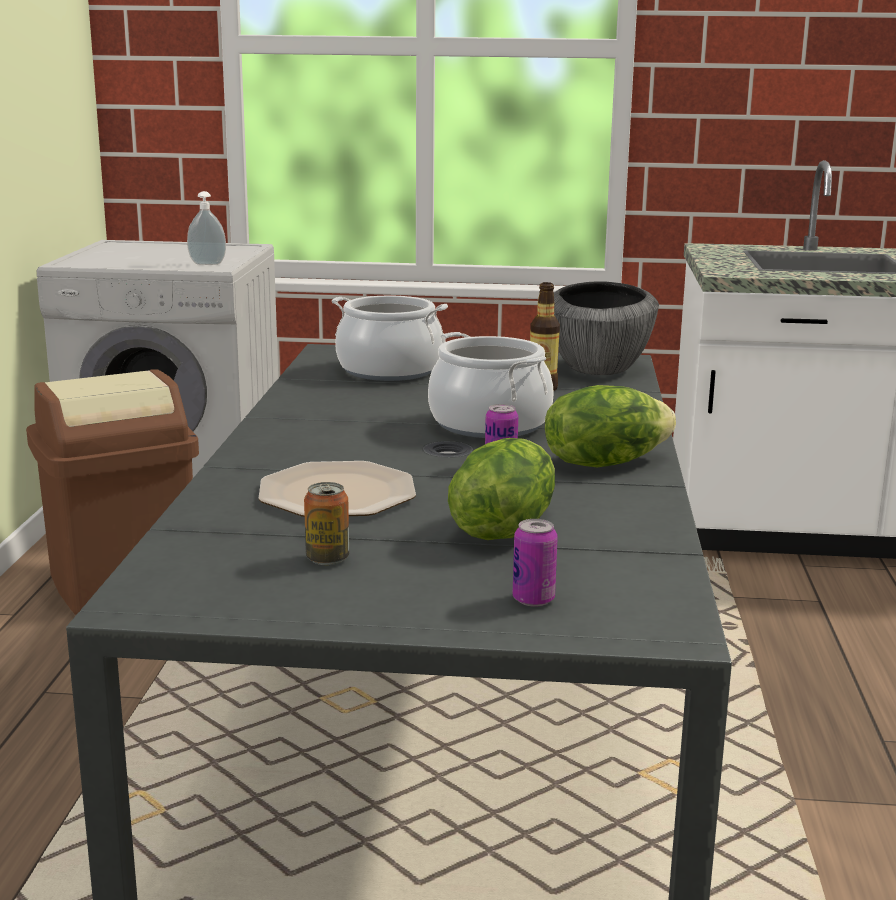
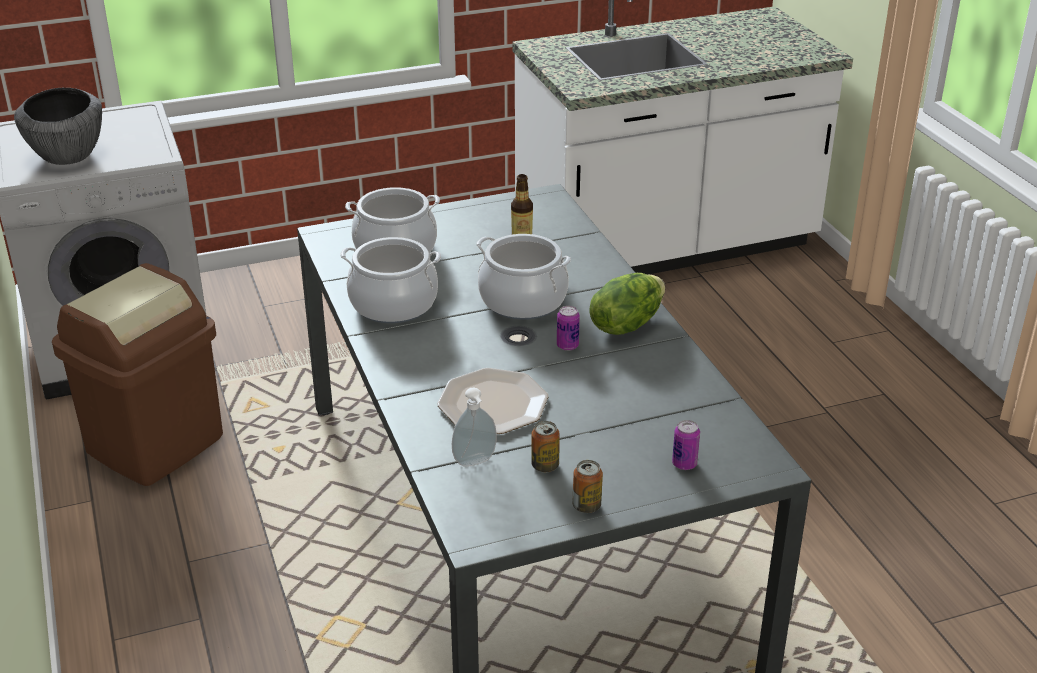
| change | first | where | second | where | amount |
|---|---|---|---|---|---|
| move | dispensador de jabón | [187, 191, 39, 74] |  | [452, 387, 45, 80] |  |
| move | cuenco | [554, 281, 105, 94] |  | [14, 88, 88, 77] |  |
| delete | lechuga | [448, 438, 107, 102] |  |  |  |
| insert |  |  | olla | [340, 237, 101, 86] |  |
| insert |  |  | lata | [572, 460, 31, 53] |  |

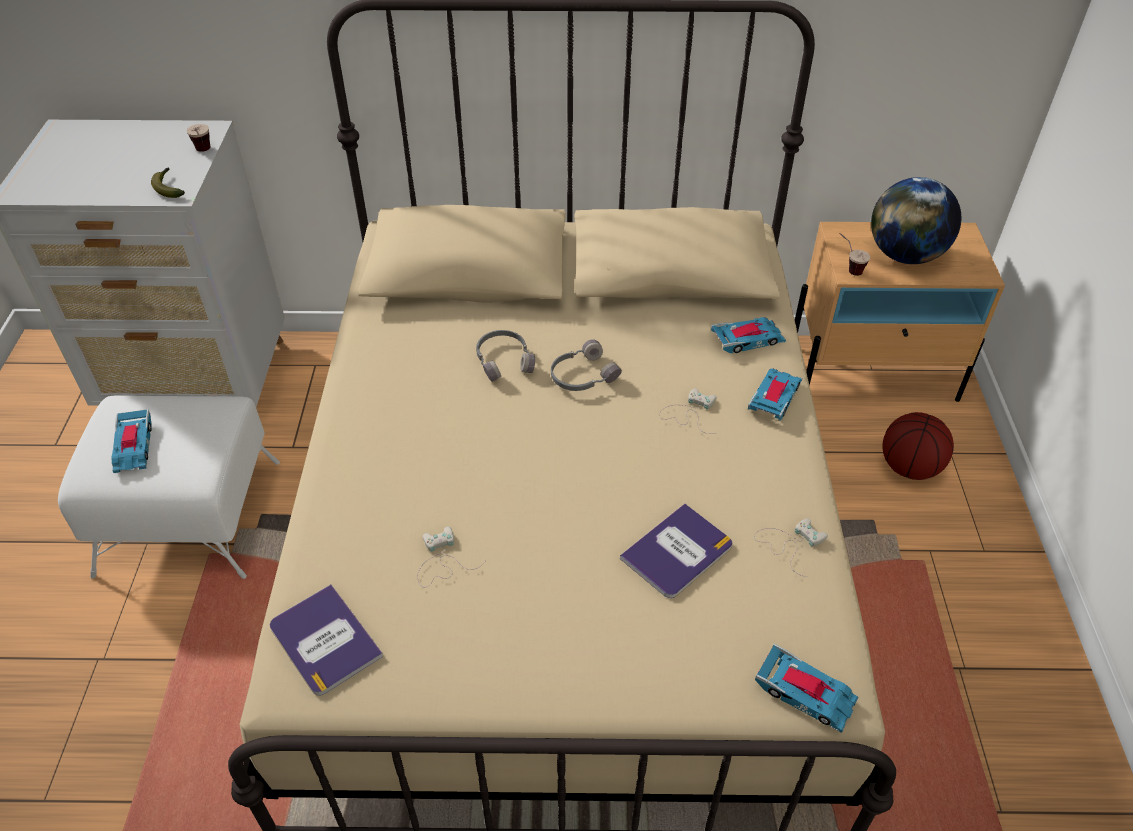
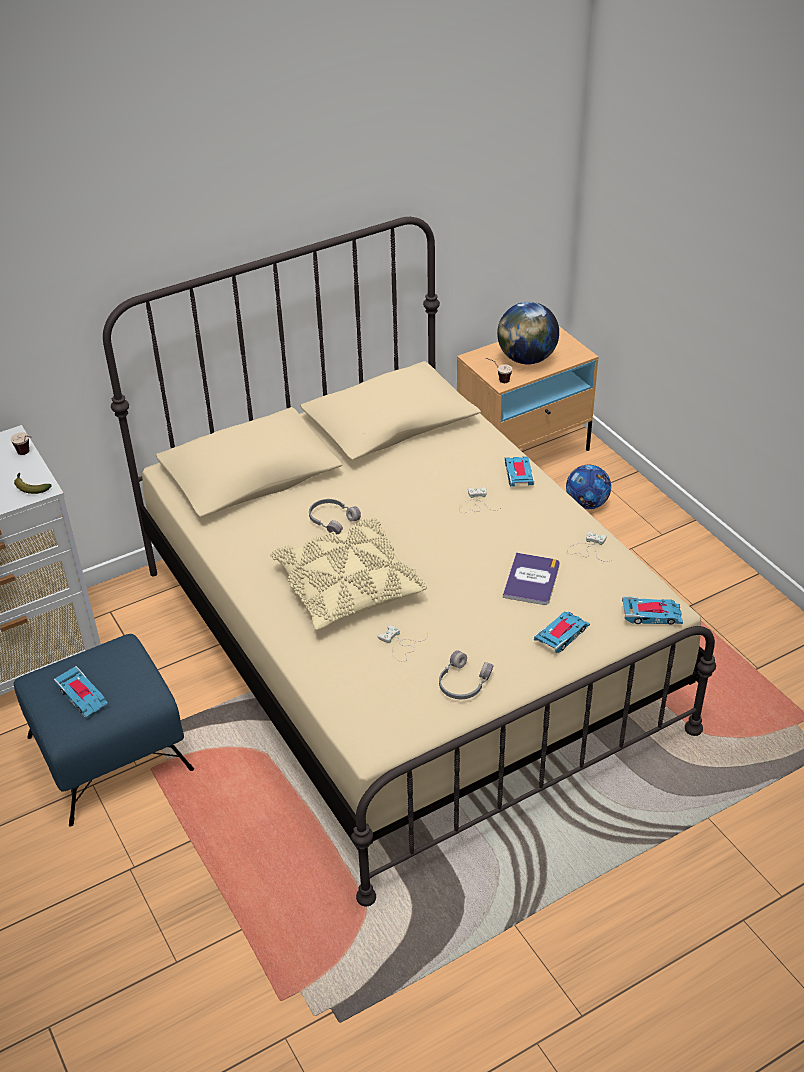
| change | first | where | second | where | amount |
|---|---|---|---|---|---|
| move | coche de juguete | [711, 317, 75, 36] |  | [534, 612, 56, 41] |  |
| move | auriculares/gris | [551, 339, 71, 52] |  | [439, 650, 55, 49] |  |
| recolor | puf/blanco | [58, 395, 222, 184] | puf/azul | [14, 634, 180, 193] |  |
| replace | balón de baloncesto | [882, 412, 72, 68] | balón de fútbol | [566, 465, 45, 44] |  |
| delete | libro | [270, 584, 113, 112] |  |  |  |
| insert |  |  | cojín/beis | [270, 517, 157, 113] |  |

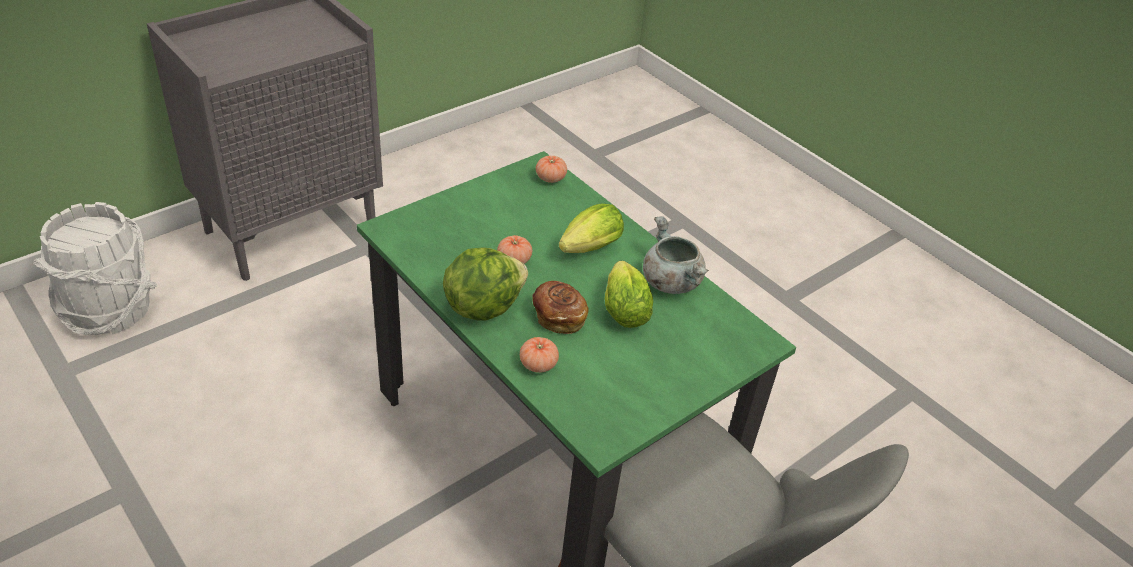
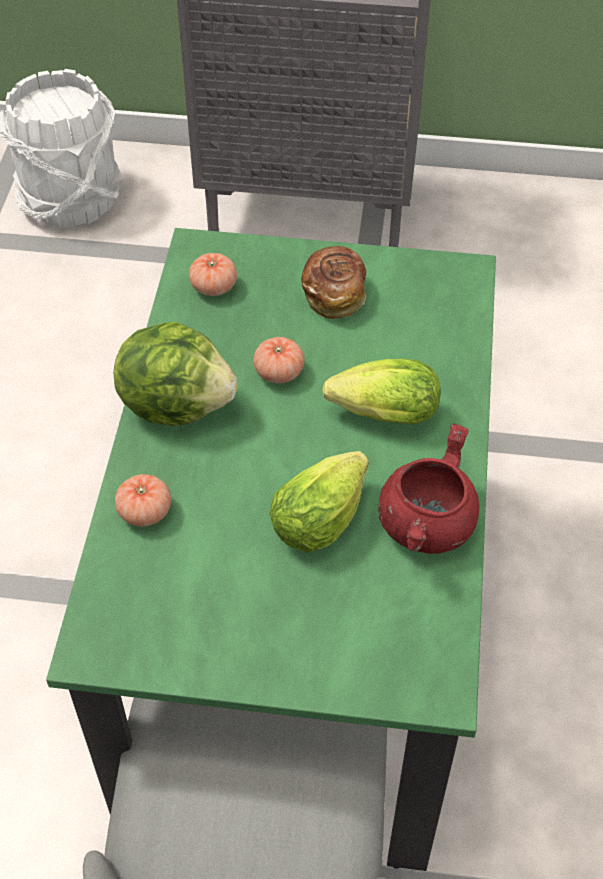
| change | first | where | second | where | amount |
|---|---|---|---|---|---|
| move | tomate | [536, 156, 31, 27] |  | [189, 253, 48, 43] |  |
| recolor | olla/gris | [643, 216, 66, 78] | olla/rojo | [378, 423, 101, 131] |  |
| move | pan | [532, 281, 57, 53] |  | [301, 246, 65, 73] |  |

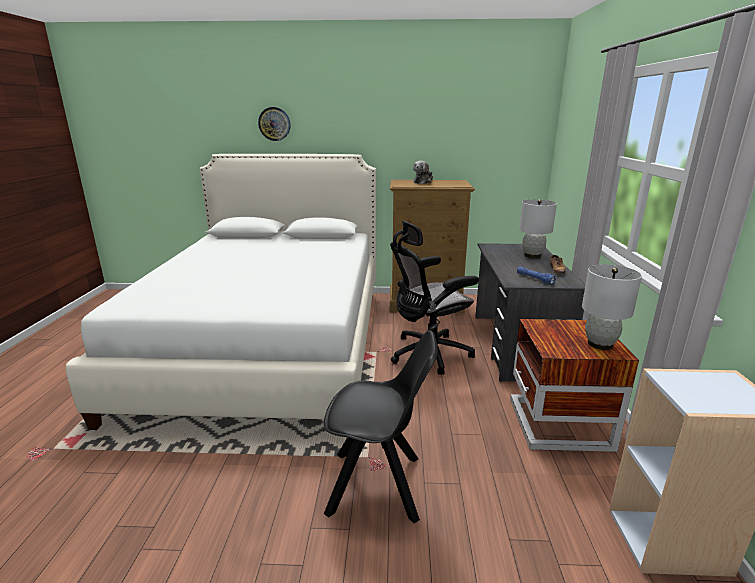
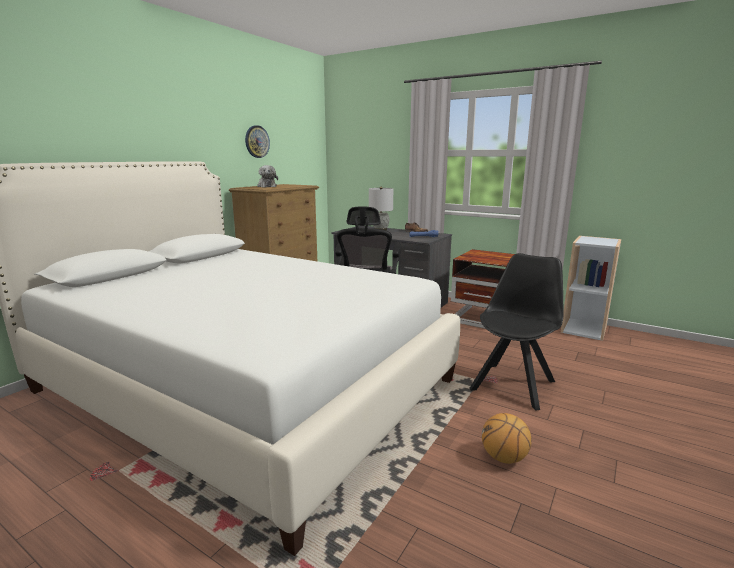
| change | first | where | second | where | amount |
|---|---|---|---|---|---|
| move | reloj de pared | [258, 107, 32, 34] |  | [245, 125, 25, 33] |  |
| delete | lámpara de mesa/blanco | [582, 264, 60, 86] |  |  |  |
| insert |  |  | balón de baloncesto | [482, 413, 50, 51] |  |

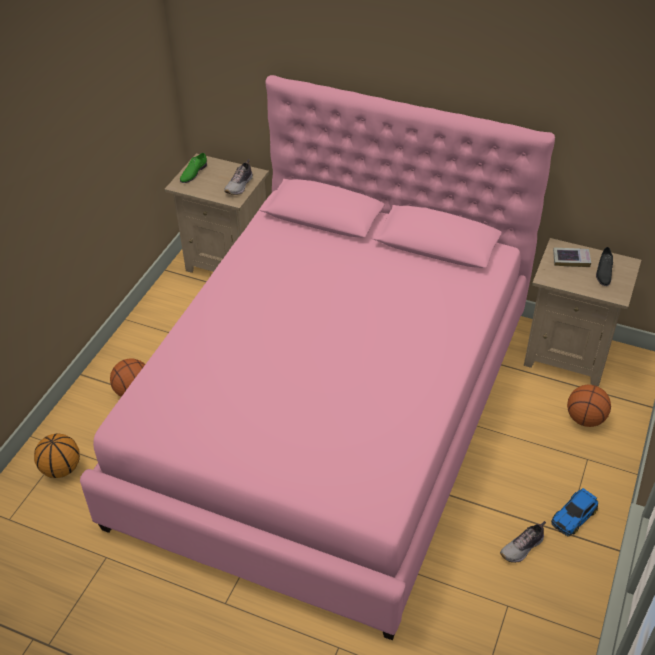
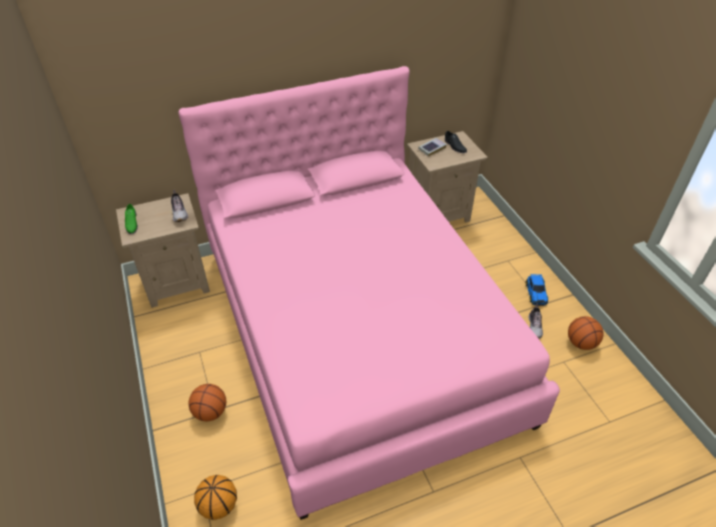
| change | first | where | second | where | amount |
|---|---|---|---|---|---|
| move | balón de baloncesto | [567, 385, 44, 42] |  | [568, 316, 36, 34] |  |

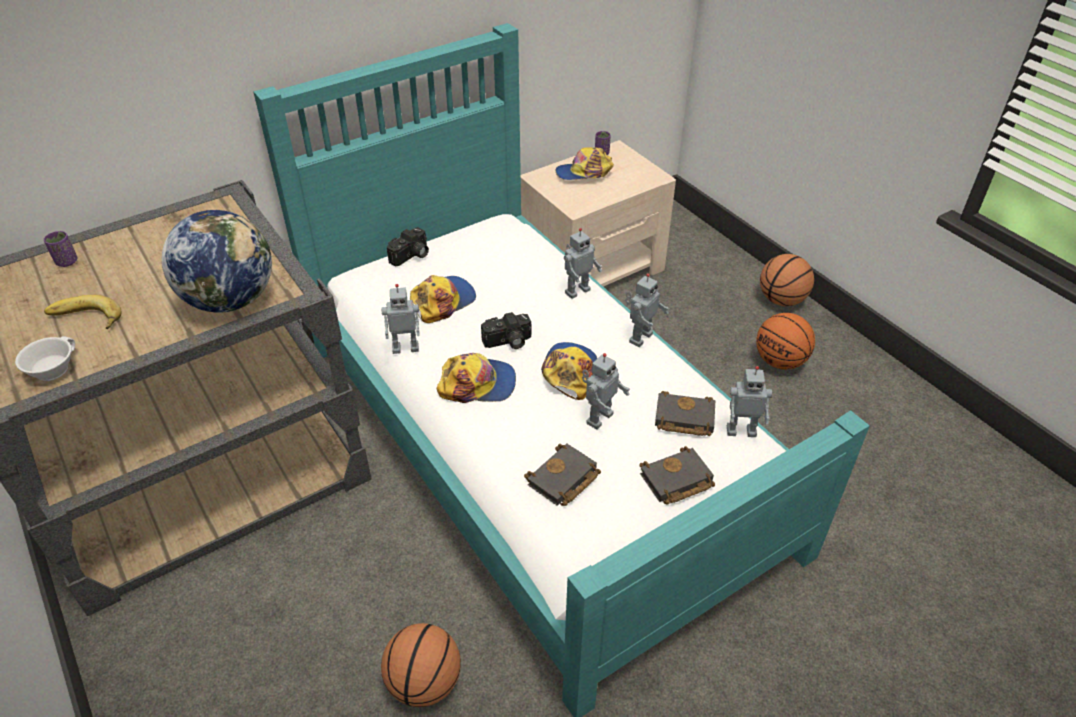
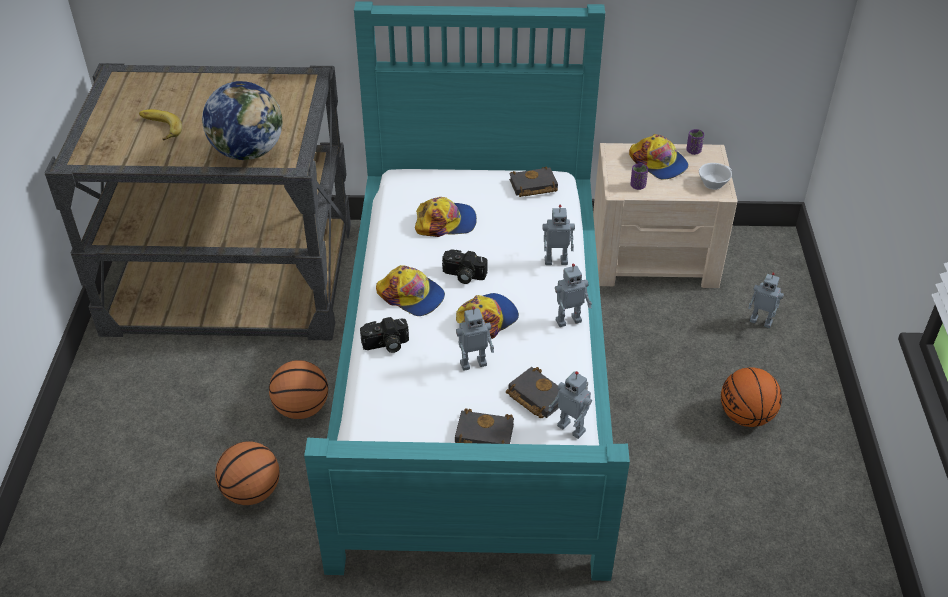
| change | first | where | second | where | amount |
|---|---|---|---|---|---|
| rotate | gorra | [555, 147, 59, 33] |  | [629, 134, 60, 45] | 150 degrees counterclockwise |
| move | cámara | [387, 227, 42, 40] |  | [360, 317, 49, 36] |  |
| move | taza/morado | [44, 231, 33, 36] |  | [631, 163, 17, 27] |  |
| move | balón de baloncesto | [760, 254, 54, 52] |  | [269, 360, 59, 59] |  |
| move | robot de juguete | [381, 284, 39, 70] |  | [748, 272, 36, 56] |  |
| move | taza/blanco | [15, 336, 60, 45] |  | [699, 163, 33, 27] |  |
| move | libro/negro | [524, 444, 77, 62] |  | [509, 166, 49, 31] |  |

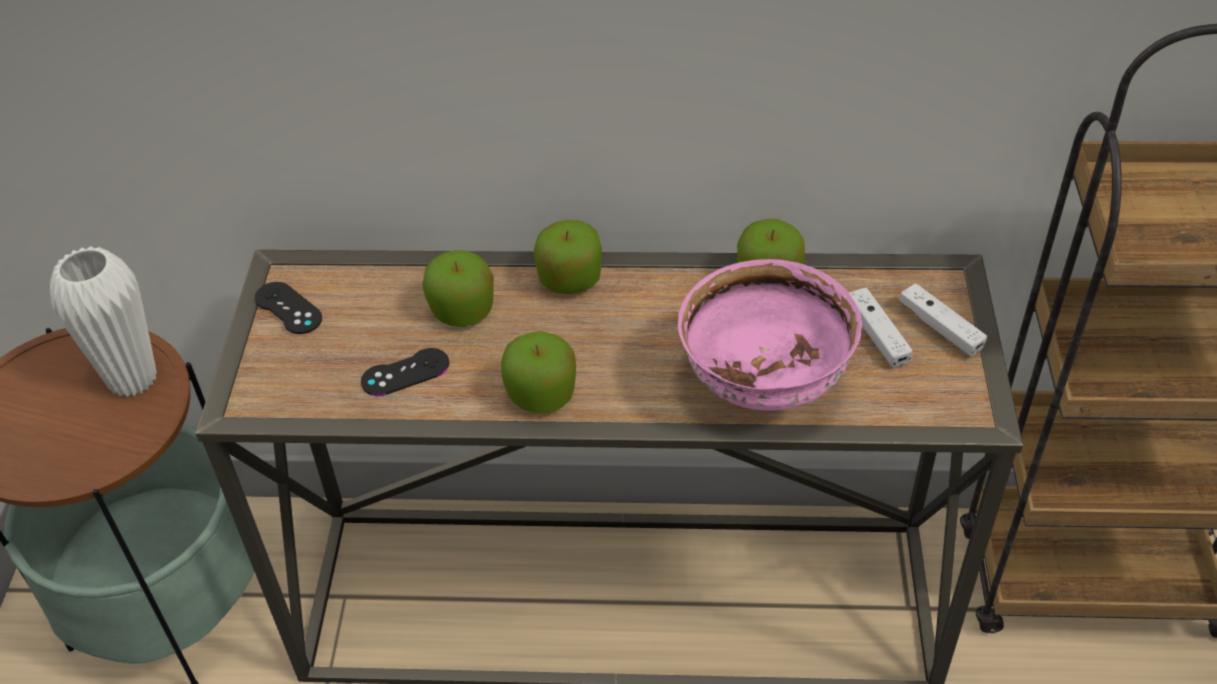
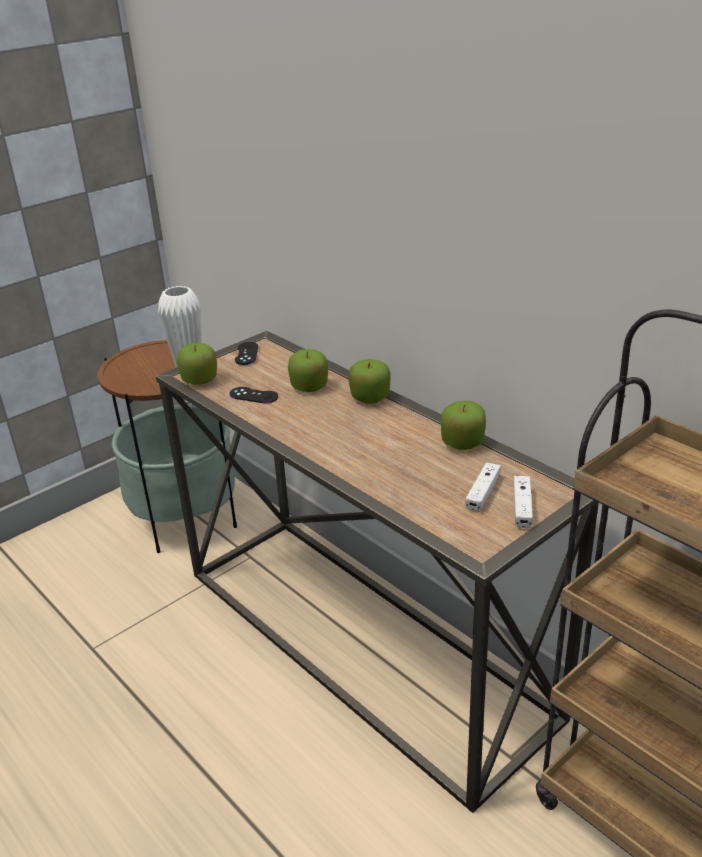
| change | first | where | second | where | amount |
|---|---|---|---|---|---|
| delete | cuenco/rosa | [678, 259, 184, 153] |  |  |  |
| move | manzana | [501, 331, 75, 82] |  | [177, 343, 40, 42] |  |

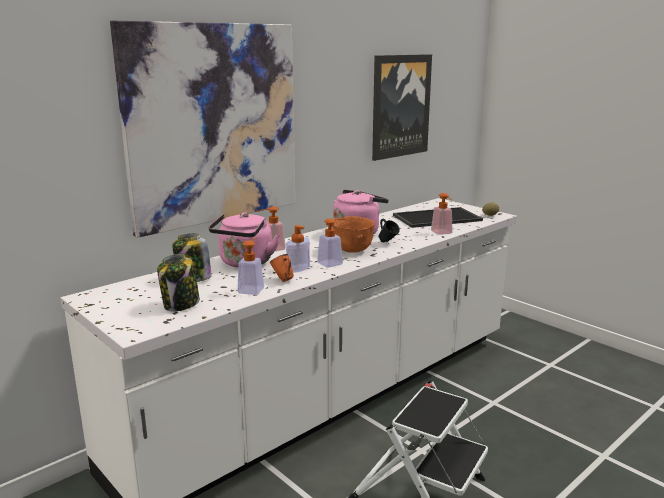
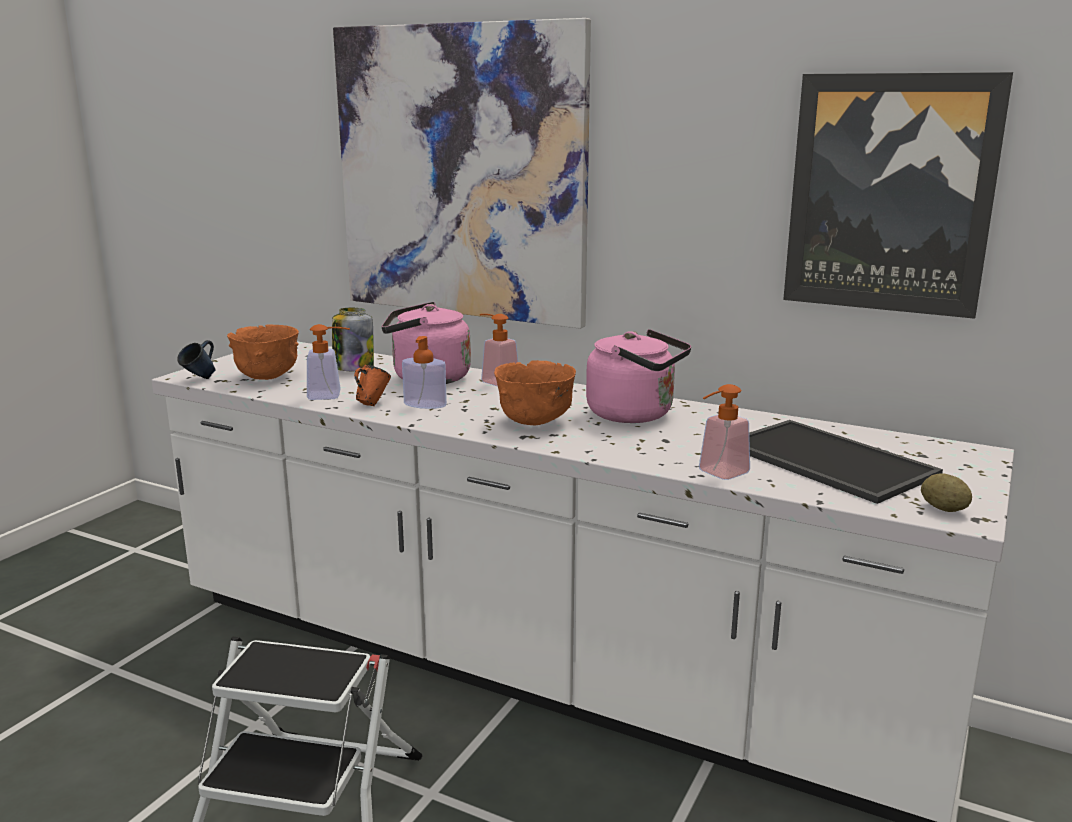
| change | first | where | second | where | amount |
|---|---|---|---|---|---|
| delete | dispensador de jabón | [317, 218, 29, 50] |  |  |  |
| move | taza grande/azul | [378, 219, 22, 23] |  | [177, 340, 39, 39] |  |
| replace | tarro | [157, 254, 43, 57] | cuenco/naranja | [227, 324, 72, 56] |  |

